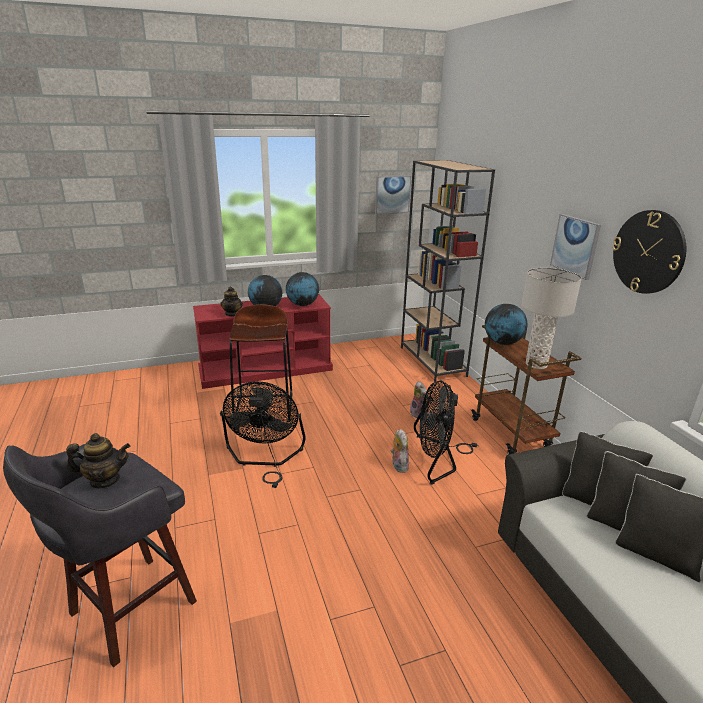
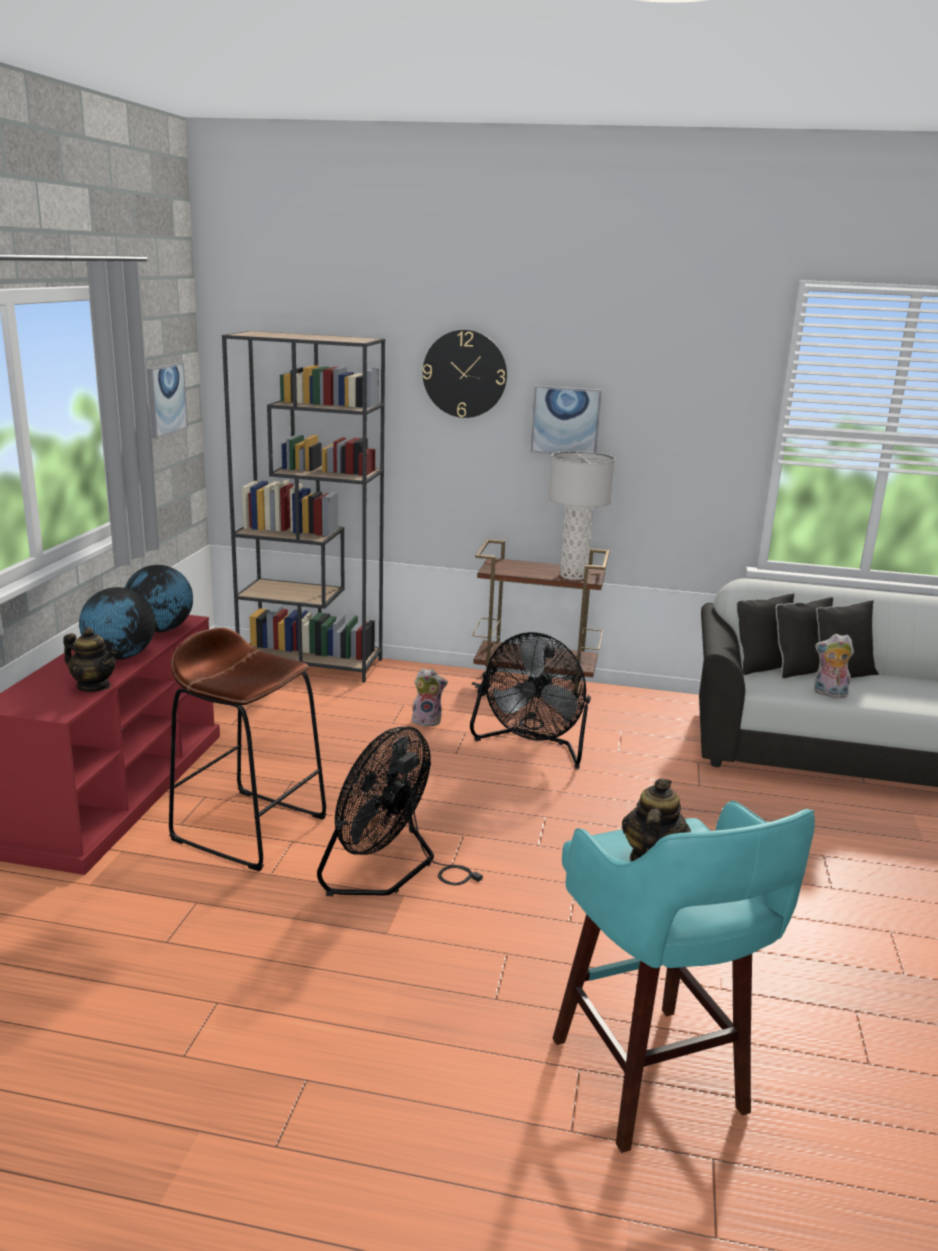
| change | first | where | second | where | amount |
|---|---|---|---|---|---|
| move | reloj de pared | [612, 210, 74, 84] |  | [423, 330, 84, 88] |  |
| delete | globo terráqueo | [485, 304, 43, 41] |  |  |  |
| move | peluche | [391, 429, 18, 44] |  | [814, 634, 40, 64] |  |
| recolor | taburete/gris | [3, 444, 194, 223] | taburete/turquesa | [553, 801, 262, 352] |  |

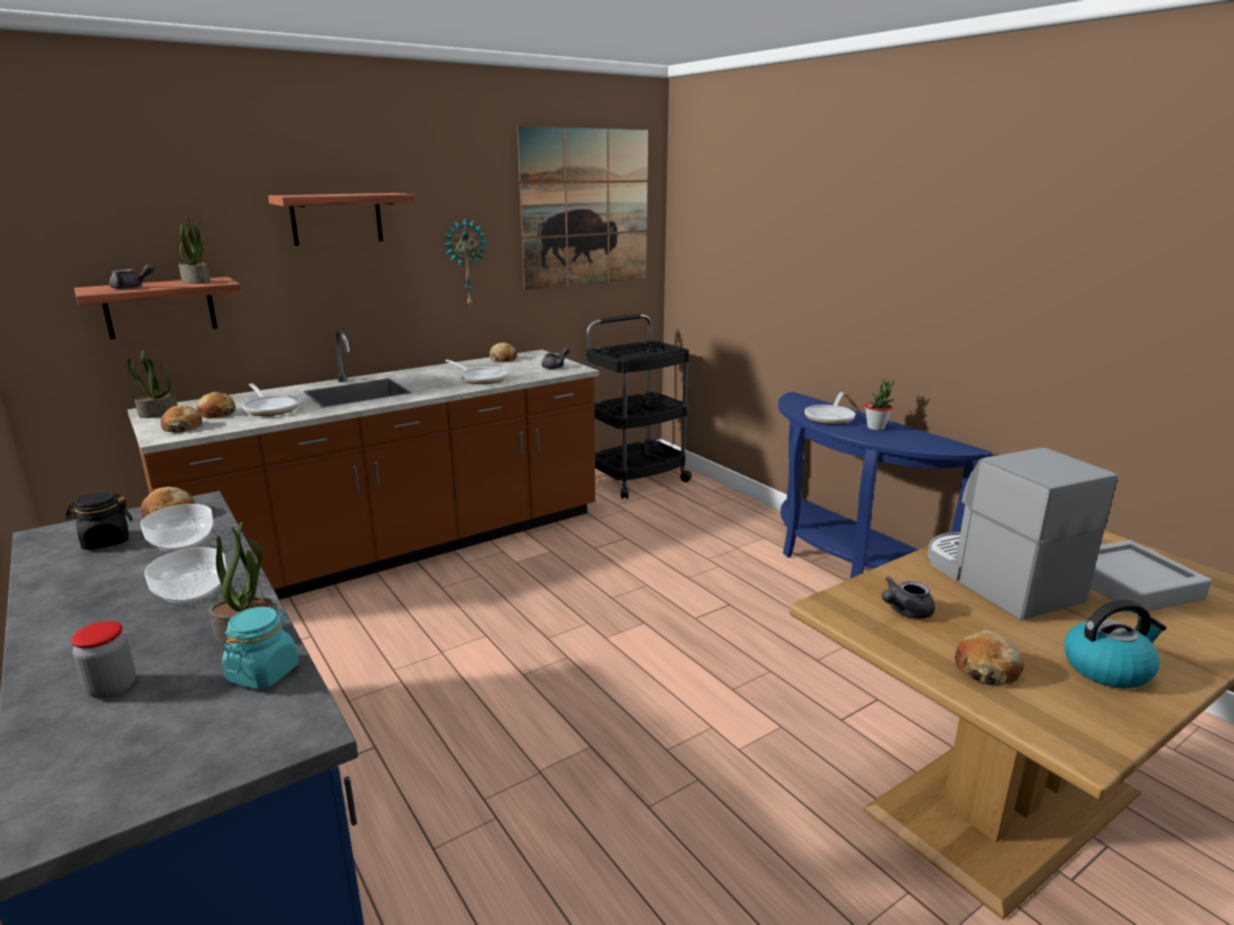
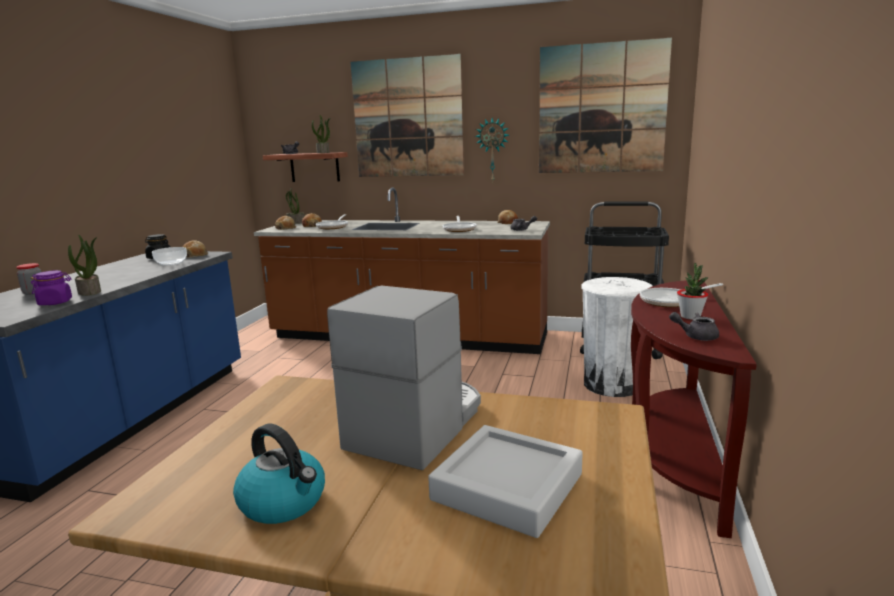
| change | first | where | second | where | amount |
|---|---|---|---|---|---|
| replace | estante | [268, 193, 147, 53] | cuadro | [350, 54, 114, 123] |  |
| recolor | mesa consola/azul | [778, 392, 214, 187] | mesa consola/marrón | [631, 280, 126, 258] |  |
| delete | cuenco | [144, 547, 83, 56] |  |  |  |
| move | tetera/gris | [882, 576, 53, 43] |  | [669, 312, 50, 29] |  |
| recolor | tarro/turquesa | [222, 607, 77, 83] | tarro/morado | [31, 270, 41, 35] |  |
| delete | pan | [955, 630, 69, 56] |  |  |  |
| insert |  |  | papelera/blanco | [581, 277, 72, 120] |  |

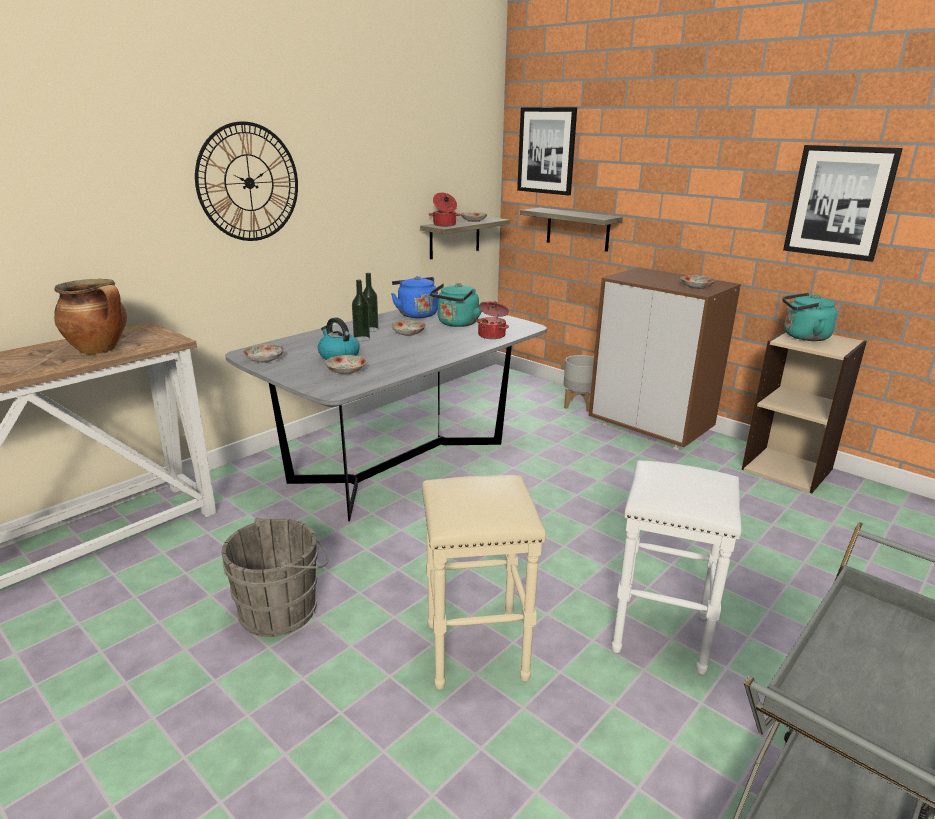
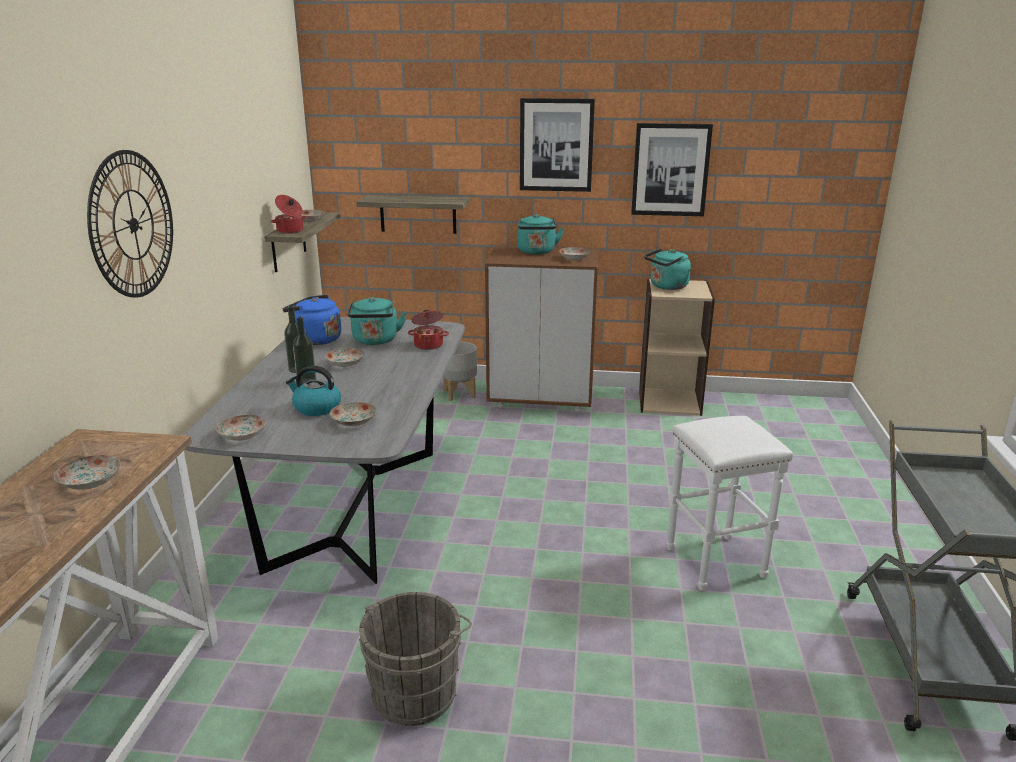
| change | first | where | second | where | amount |
|---|---|---|---|---|---|
| move | cuadro | [517, 107, 60, 88] |  | [520, 98, 75, 94] |  |
| replace | olla | [54, 279, 73, 75] | plato | [54, 455, 67, 34] |  |
| delete | taburete/beis | [422, 475, 124, 214] |  |  |  |
| insert |  |  | hervidor/turquesa | [517, 214, 47, 40] |  |

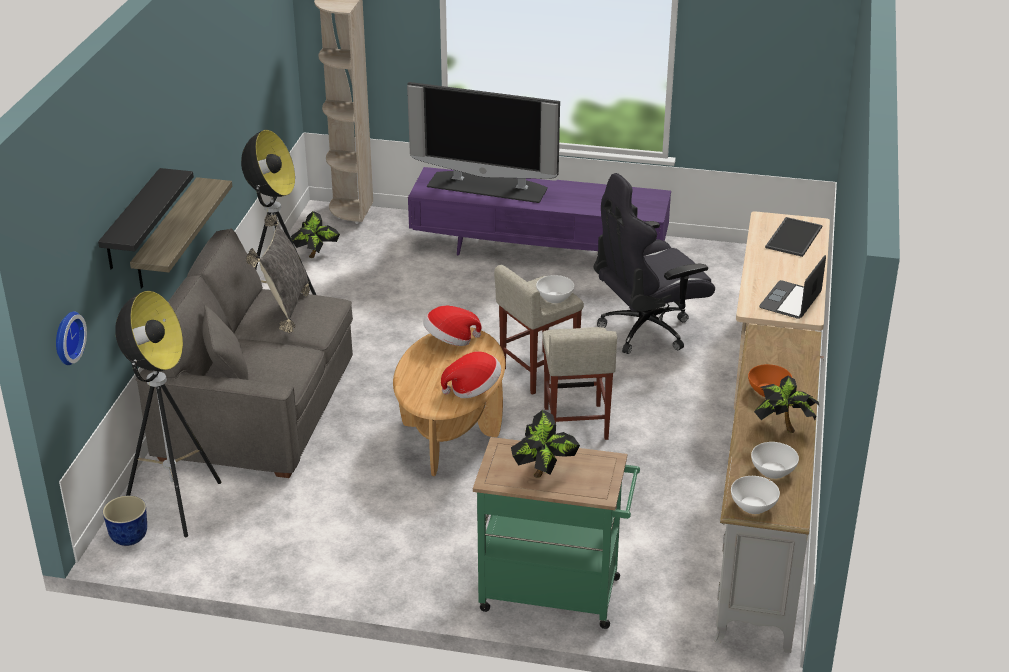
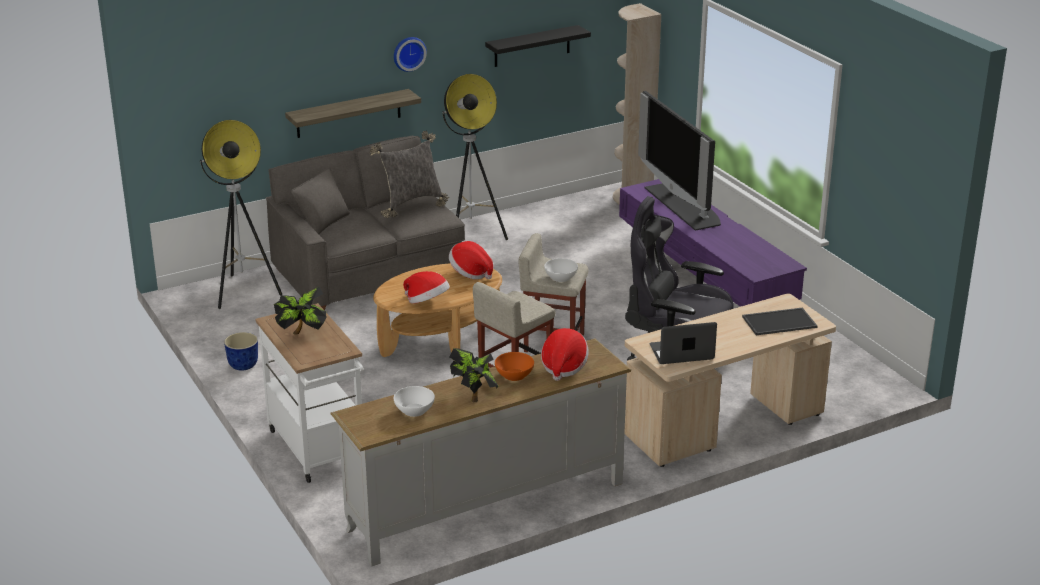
| change | first | where | second | where | amount |
|---|---|---|---|---|---|
| move | estante/negro | [98, 168, 96, 102] |  | [485, 25, 106, 42] |  |
| delete | planta en maceta | [291, 211, 49, 47] |  |  |  |
| move | reloj de pared | [56, 311, 31, 54] |  | [394, 37, 33, 35] |  |
| recolor | carrito/verde | [473, 437, 167, 192] | carrito/blanco | [255, 303, 108, 180] |  |
| delete | cuenco/blanco | [731, 476, 49, 38] |  |  |  |
| move | maceta | [103, 496, 44, 50] |  | [224, 332, 34, 39] |  |
| insert |  |  | sombrero | [541, 328, 48, 53] |  |

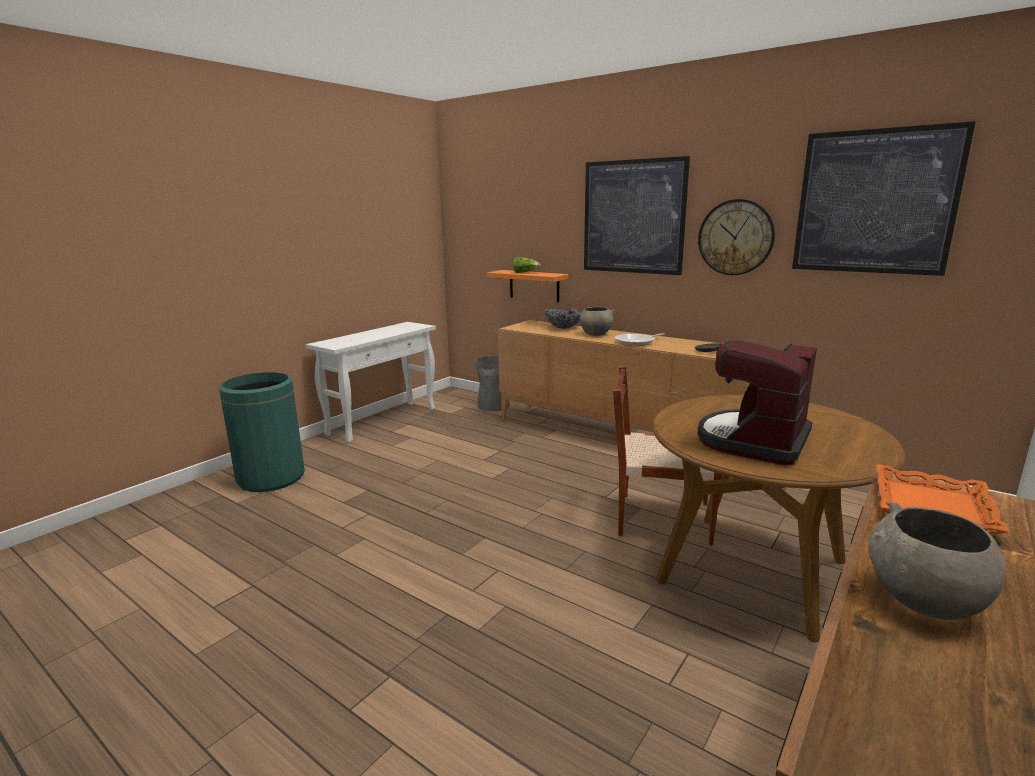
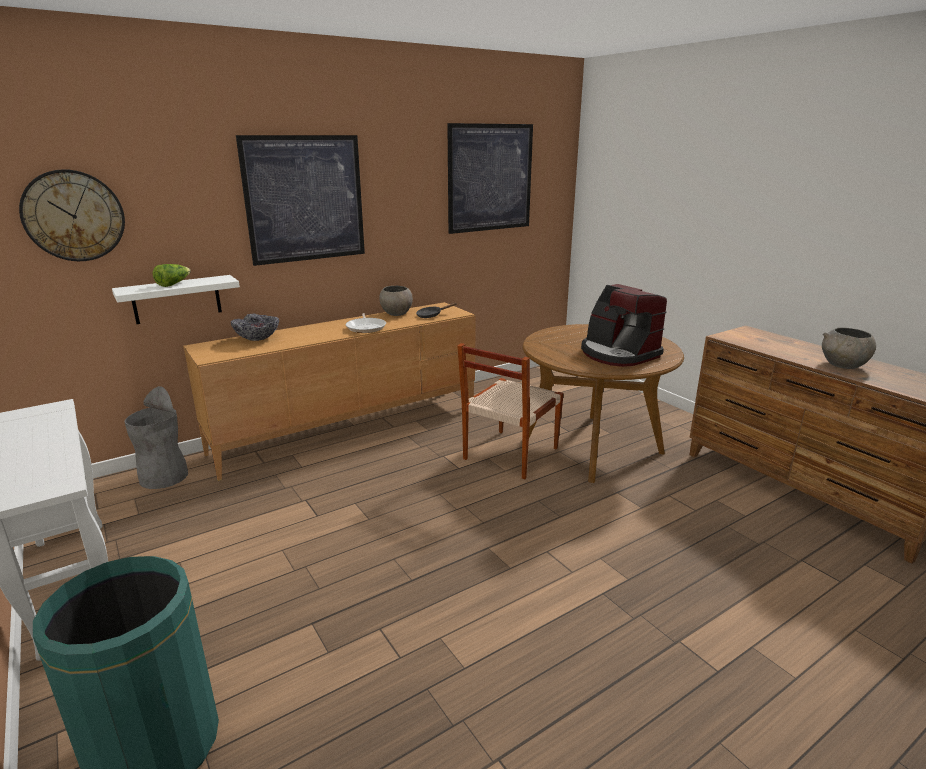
| change | first | where | second | where | amount |
|---|---|---|---|---|---|
| move | reloj de pared | [698, 199, 77, 76] |  | [19, 169, 106, 92] |  |
| recolor | estante/naranja | [487, 270, 82, 32] | estante/blanco | [112, 275, 128, 49] |  |
| move | cuenco/gris | [580, 307, 34, 29] |  | [379, 286, 34, 30] |  |
| delete | bandeja/naranja | [876, 464, 134, 71] |  |  |  |

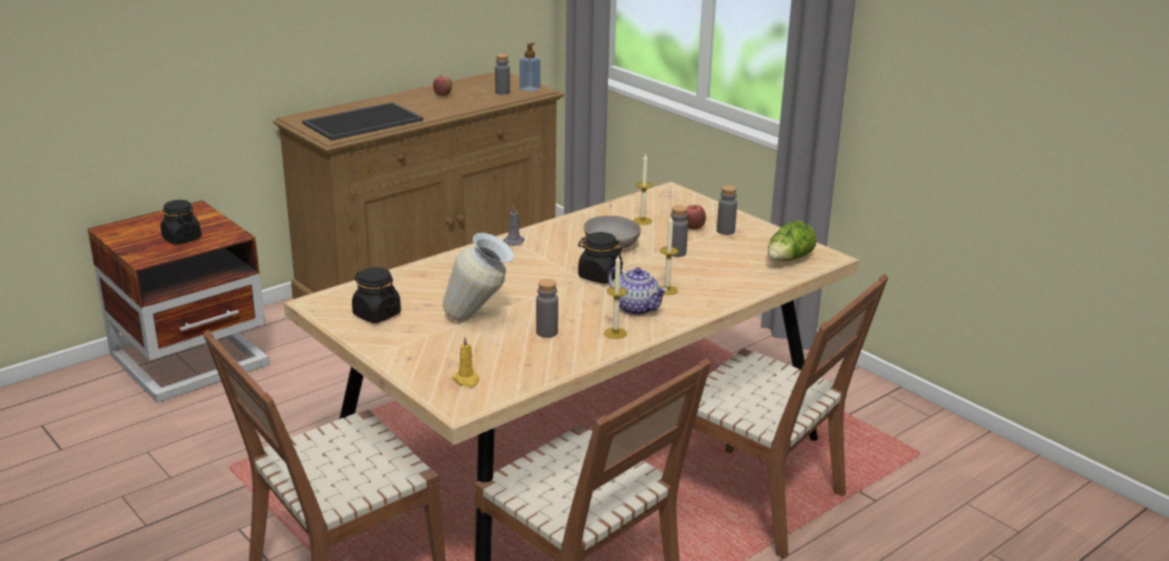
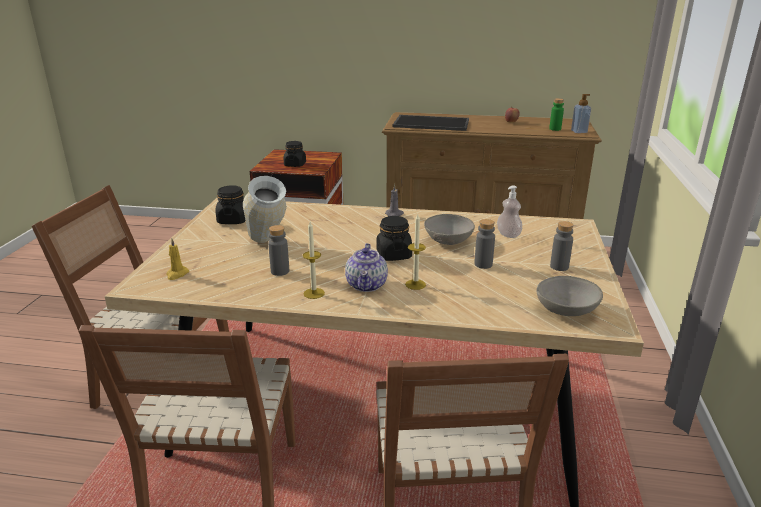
| change | first | where | second | where | amount |
|---|---|---|---|---|---|
| recolor | botella/gris | [495, 54, 15, 41] | botella/verde | [549, 98, 15, 33] |  |
| replace | vela | [633, 154, 19, 71] | dispensador de jabón | [497, 185, 25, 53] |  |
| delete | manzana | [686, 205, 20, 25] |  |  |  |
| replace | lechuga | [768, 220, 49, 41] | cuenco/gris | [536, 276, 67, 40] |  |

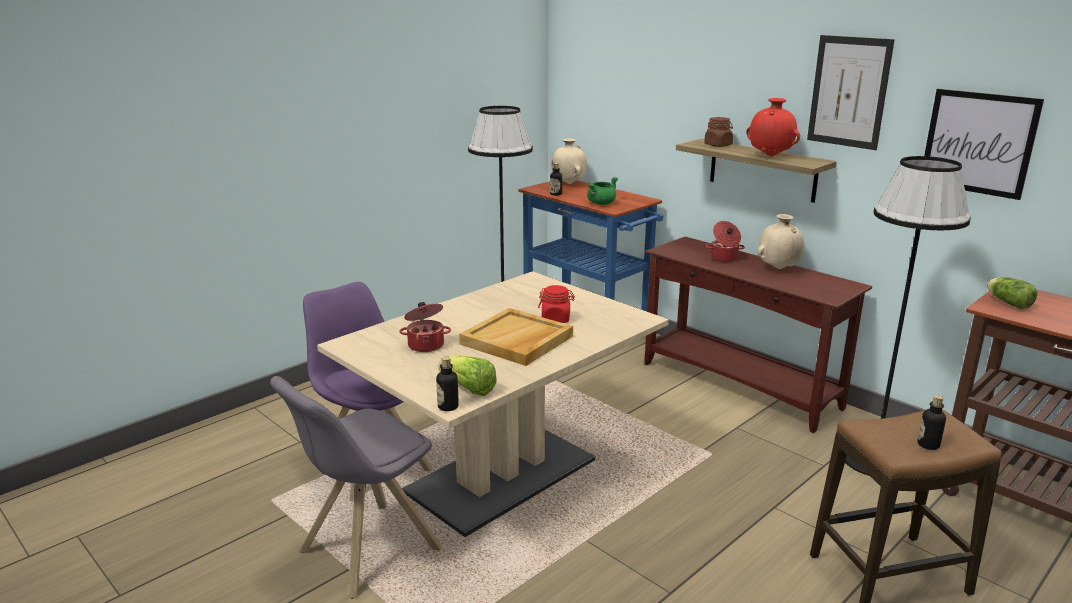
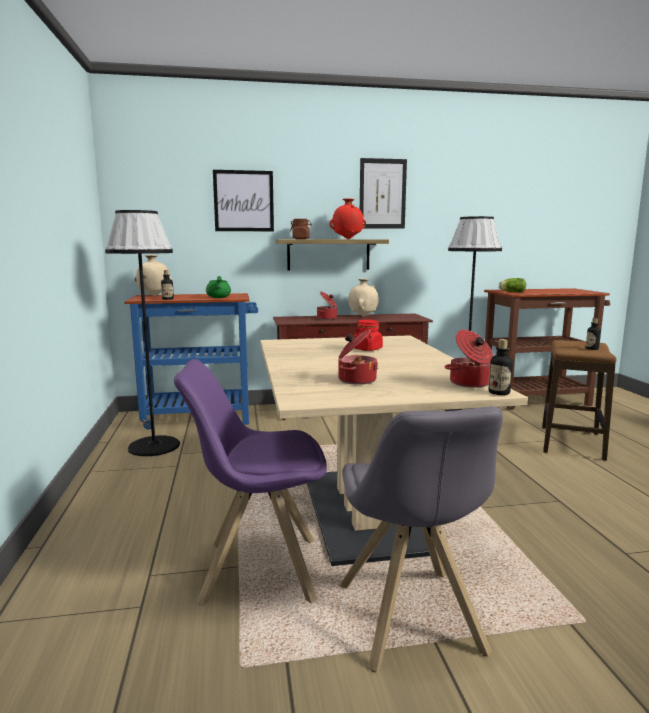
| change | first | where | second | where | amount |
|---|---|---|---|---|---|
| move | cuadro | [924, 89, 120, 111] |  | [213, 170, 61, 61] |  |
| delete | bandeja/beis | [459, 308, 114, 58] |  |  |  |
| replace | lechuga | [438, 355, 59, 41] | olla | [444, 330, 49, 58] |  |

